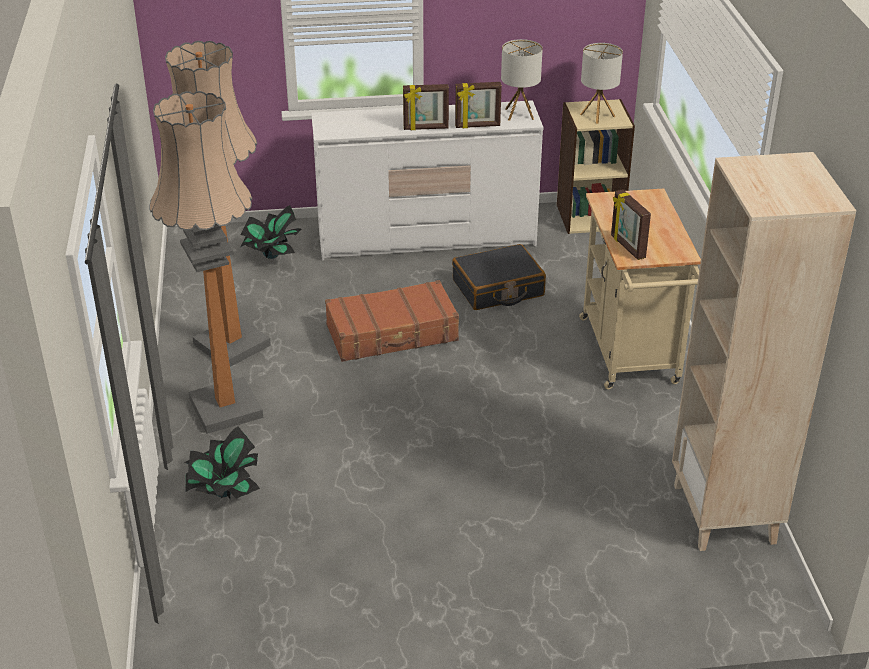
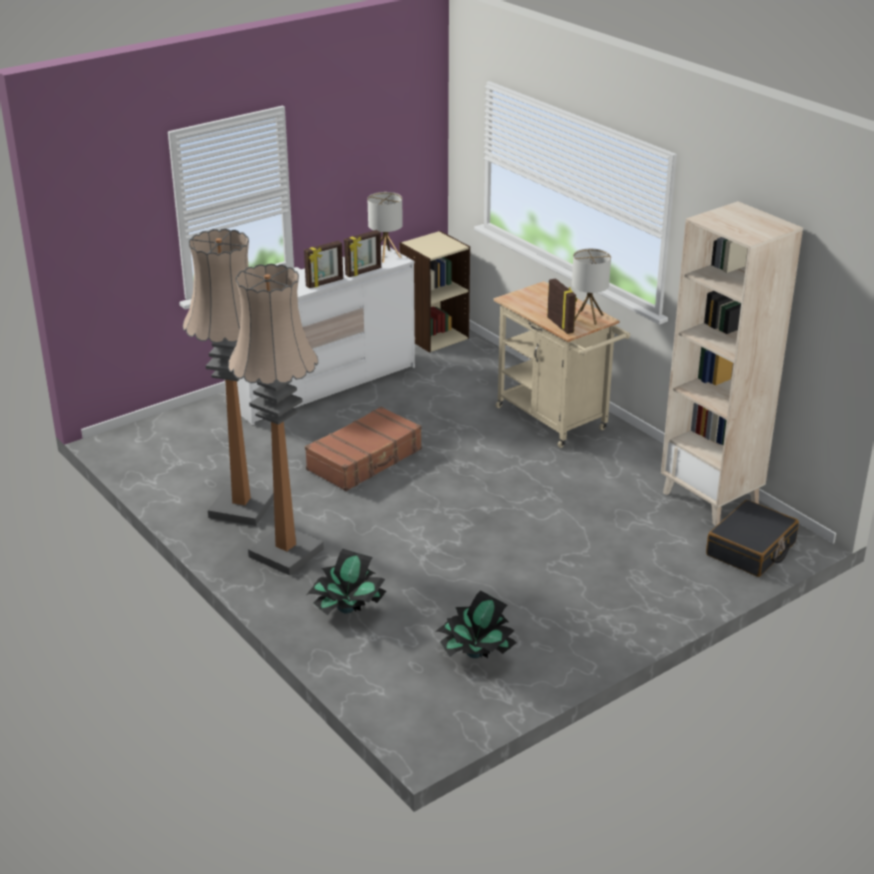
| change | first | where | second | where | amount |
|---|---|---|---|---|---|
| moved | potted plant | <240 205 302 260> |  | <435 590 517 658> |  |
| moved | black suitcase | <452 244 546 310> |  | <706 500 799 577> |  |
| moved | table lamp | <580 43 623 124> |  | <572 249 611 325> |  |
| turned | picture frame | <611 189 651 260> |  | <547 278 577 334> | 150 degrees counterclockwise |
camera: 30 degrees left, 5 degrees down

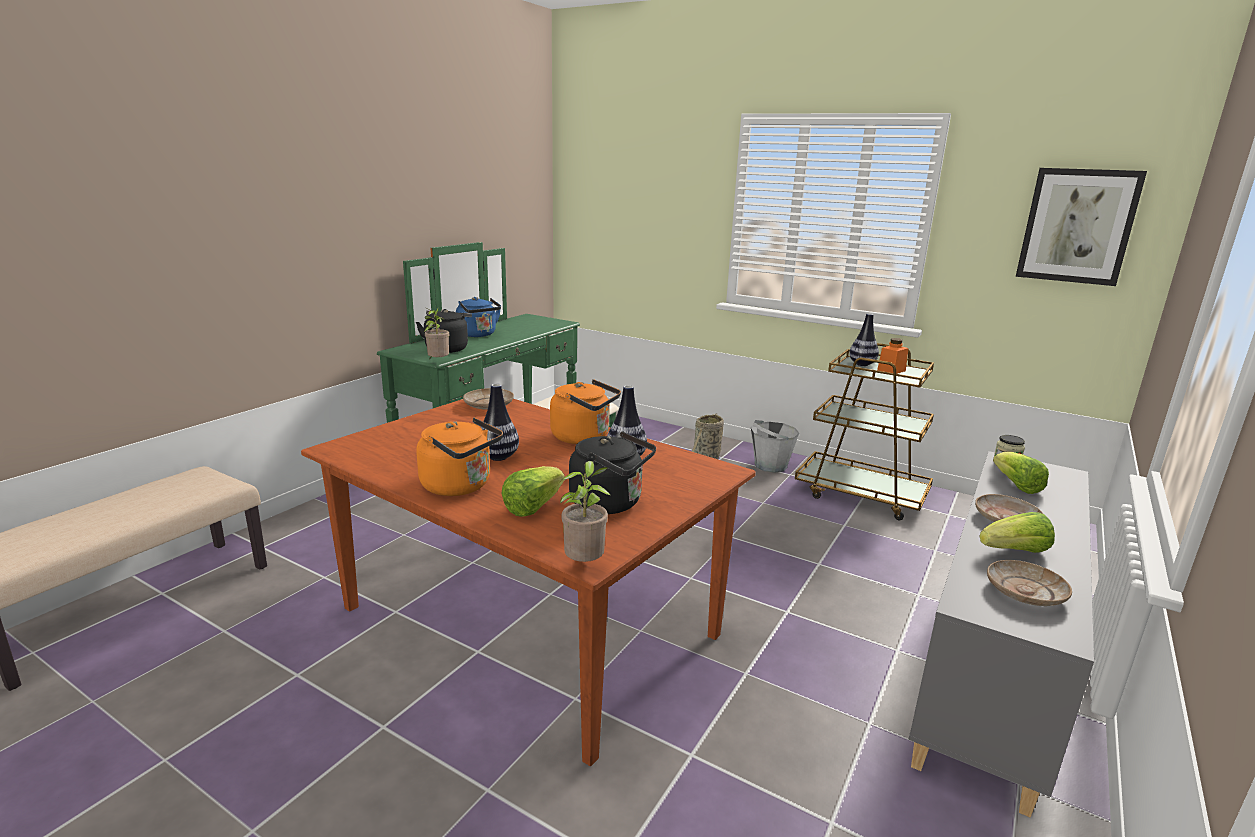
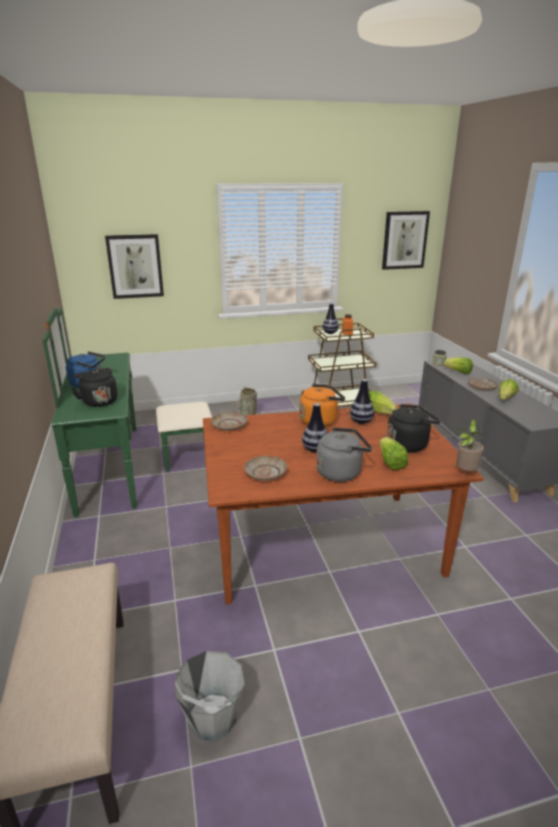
| change | first | where | second | where | amount |
|---|---|---|---|---|---|
| recoloured | orange kettle | <416 417 503 496> | grey kettle | <316 427 372 482> |  |
| removed | potted plant | <424 308 449 359> |  |  |  |
| moved | grey bucket | <751 420 799 473> |  | <175 651 245 741> |  |
| moved | beige plate | <987 560 1072 606> |  | <244 456 287 481> |  |
| added |  |  | picture | <105 234 164 299> |  |
| added |  |  | lettuce | <369 391 398 414> |  |
camera: 45 degrees left, 5 degrees up

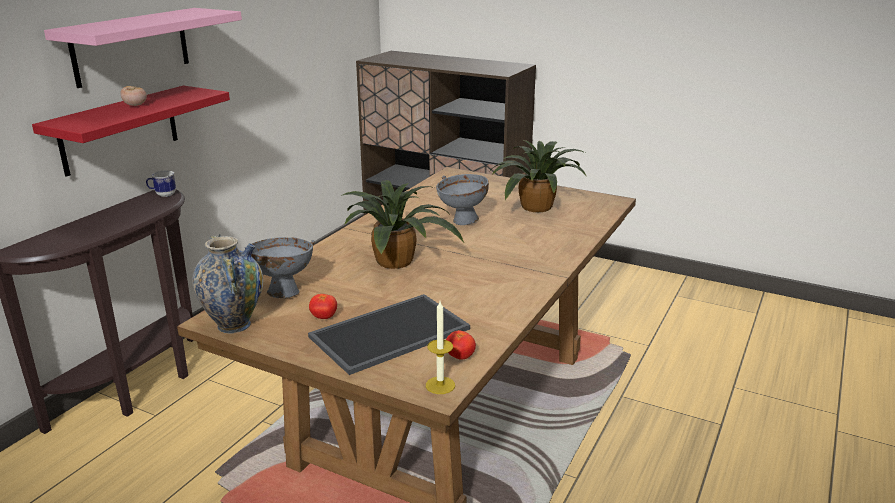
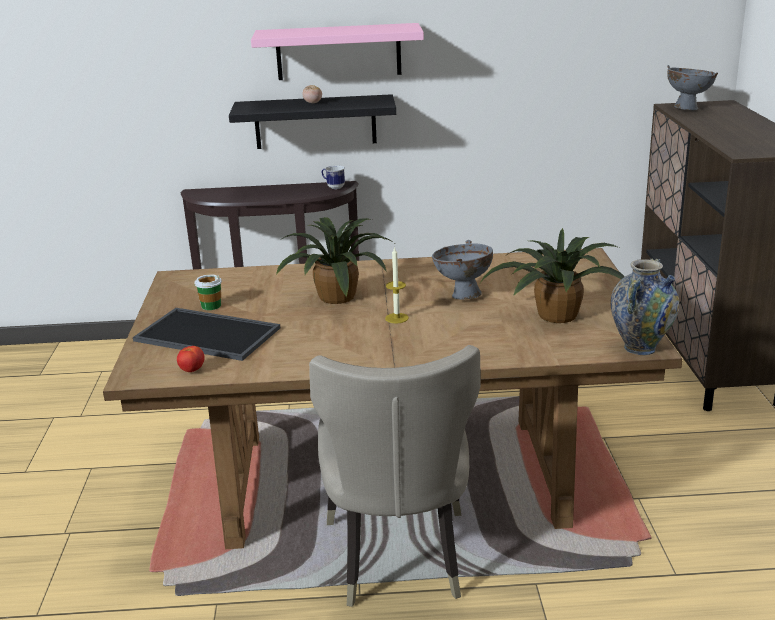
| change | first | where | second | where | amount |
|---|---|---|---|---|---|
| recoloured | red shelf | <32 86 230 177> | black shelf | <229 94 396 149> |  |
| moved | vase | <192 234 263 333> |  | <611 259 679 355> |  |
| moved | grey bowl | <245 237 315 298> |  | <667 65 718 110> |  |
| replaced | tomato | <309 294 337 319> | cup | <194 274 222 310> |  |
| moved | candle | <426 301 455 394> |  | <385 247 409 324> |  |
| added |  |  | beige chair | <309 345 481 607> |  |
camera: 60 degrees right, 0 degrees up

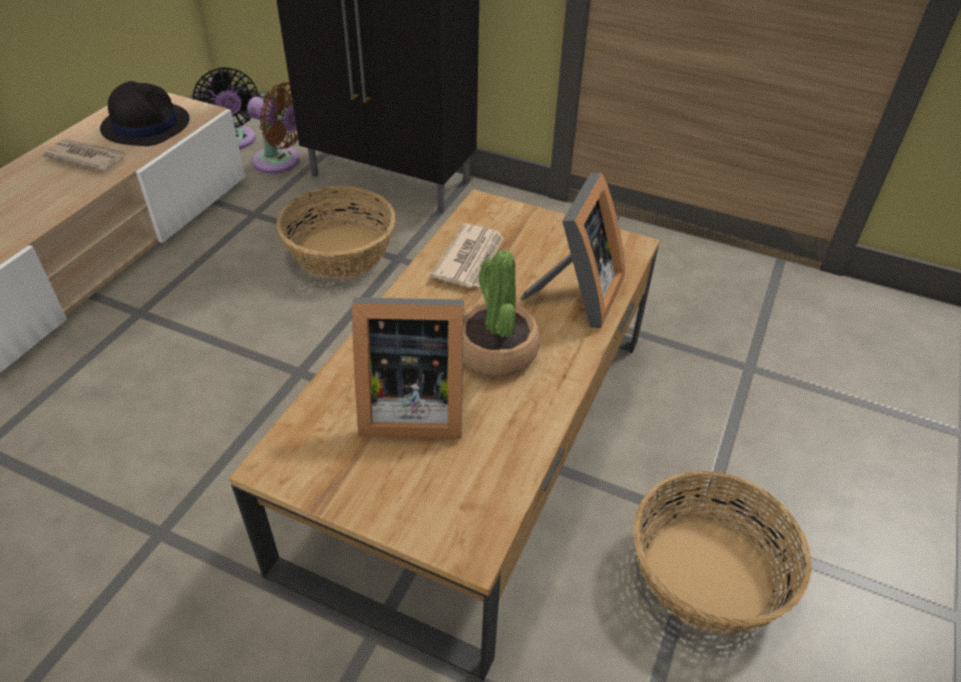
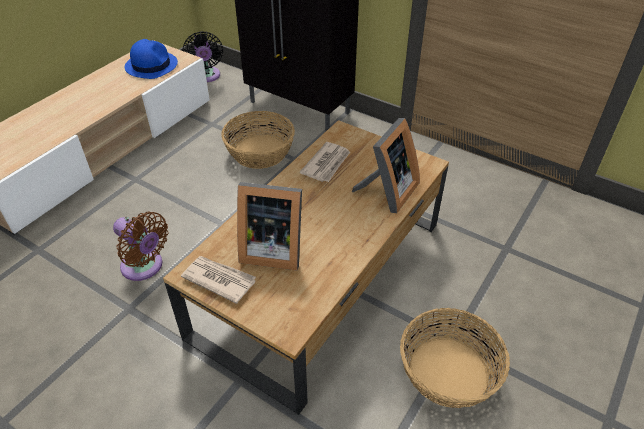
| change | first | where | second | where | amount |
|---|---|---|---|---|---|
| moved | newspaper | <42 139 126 171> |  | <181 256 256 304> |  |
| recoloured | black hat | <100 81 190 146> | blue hat | <125 39 178 79> |  |
| moved | brown fan | <247 82 299 174> |  | <113 212 169 281> |  |
| removed | potted plant | <463 250 540 377> |  |  |  |
camera: 10 degrees right, 0 degrees up

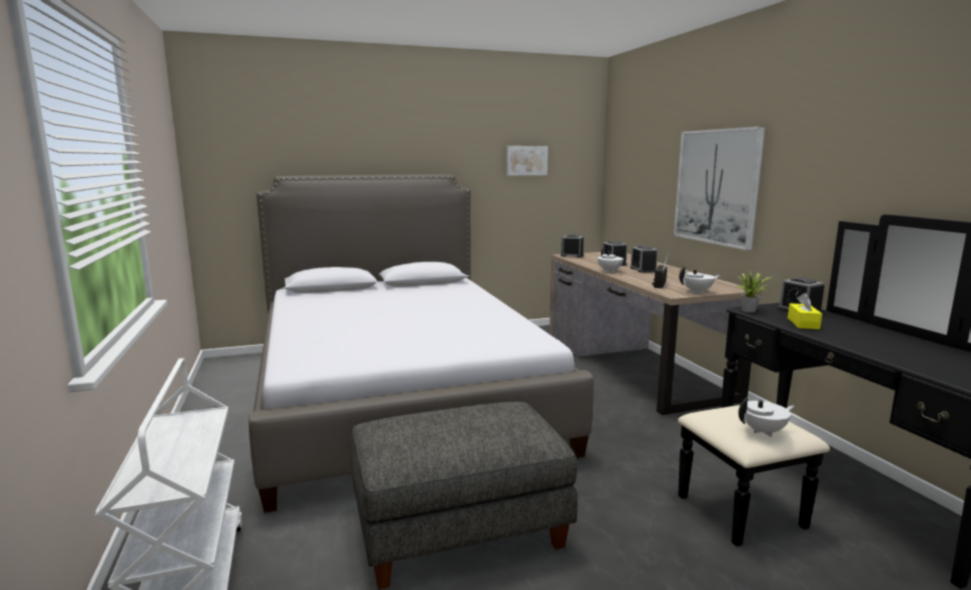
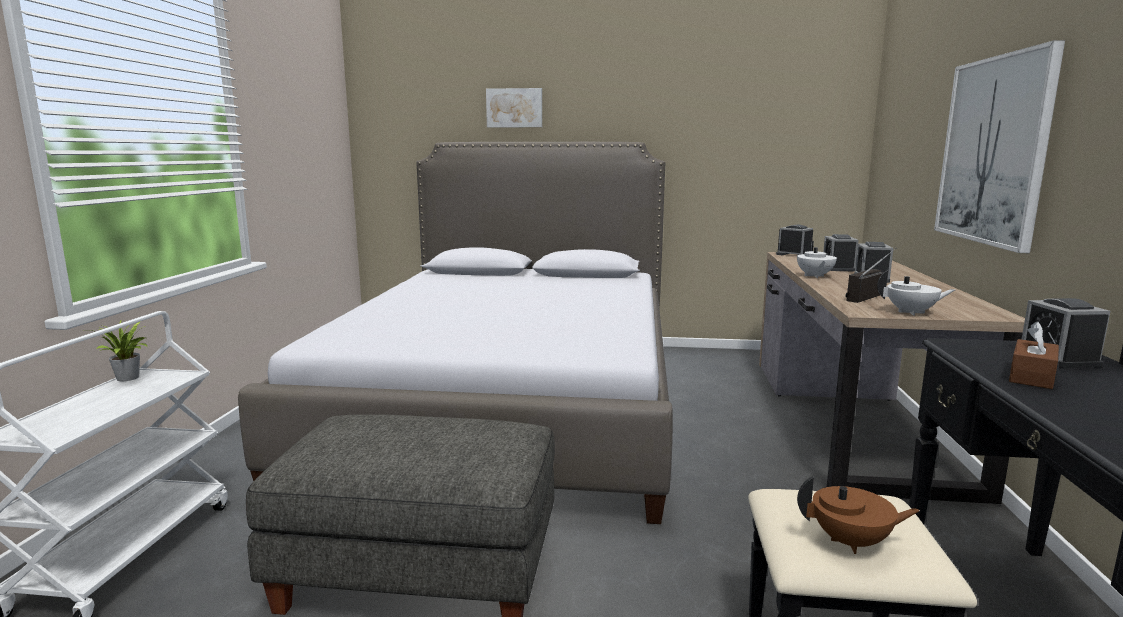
| change | first | where | second | where | amount |
|---|---|---|---|---|---|
| moved | picture | <506 146 548 176> |  | <486 88 542 128> |  |
| moved | potted plant | <736 271 770 312> |  | <82 319 147 381> |  |
| recoloured | white teapot | <738 397 794 437> | brown teapot | <797 476 920 554> |  |
| recoloured | yellow tissue box | <788 293 822 329> | brown tissue box | <1009 321 1059 389> |  |
camera: 25 degrees right, 0 degrees up

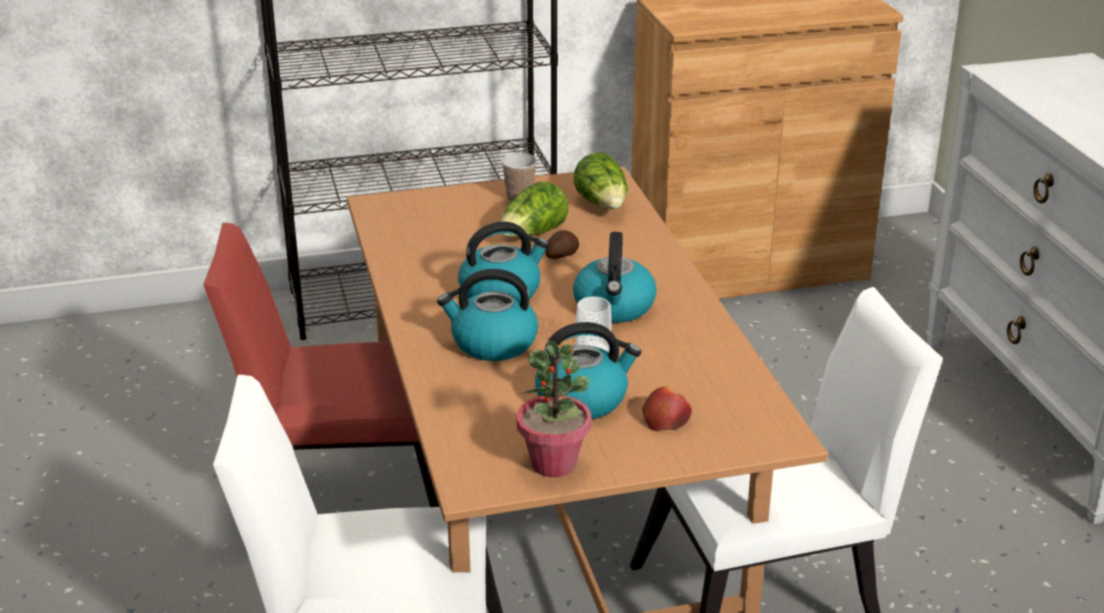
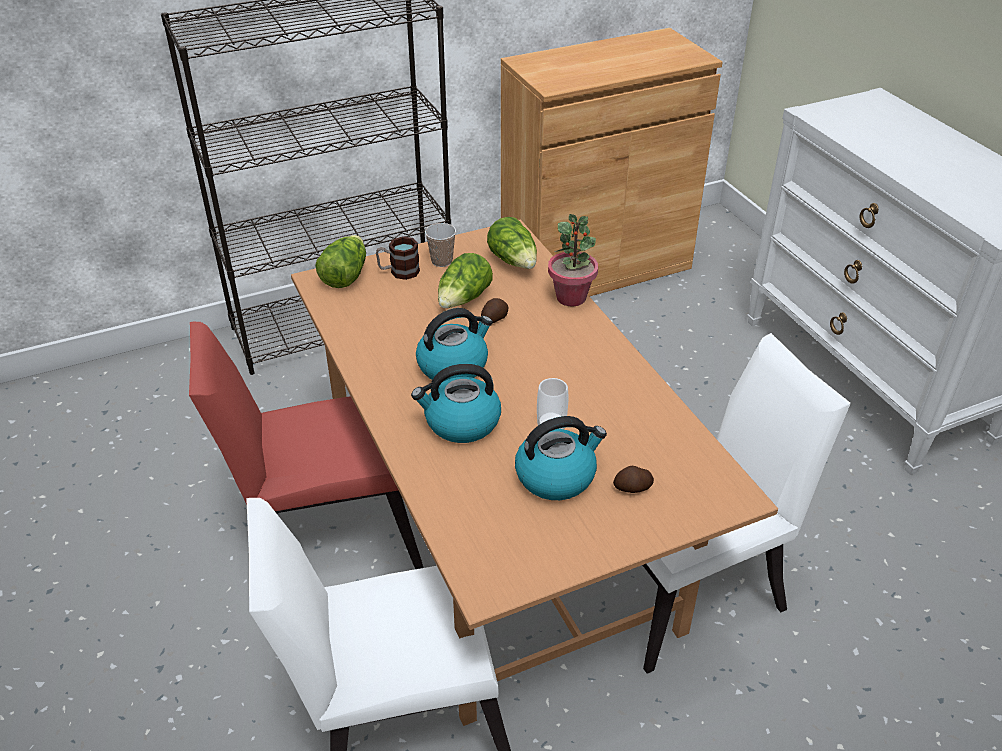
| change | first | where | second | where | amount |
|---|---|---|---|---|---|
| moved | potted plant | <516 340 592 478> |  | <548 214 598 307> |  |
| removed | kettle | <573 232 657 323> |  |  |  |
| replaced | apple | <642 386 692 431> | potato | <613 466 654 493> |  |
| added |  |  | lettuce | <315 235 366 288> |  |
| added |  |  | mug | <376 236 420 280> |  |
camera: 10 degrees left, 10 degrees up

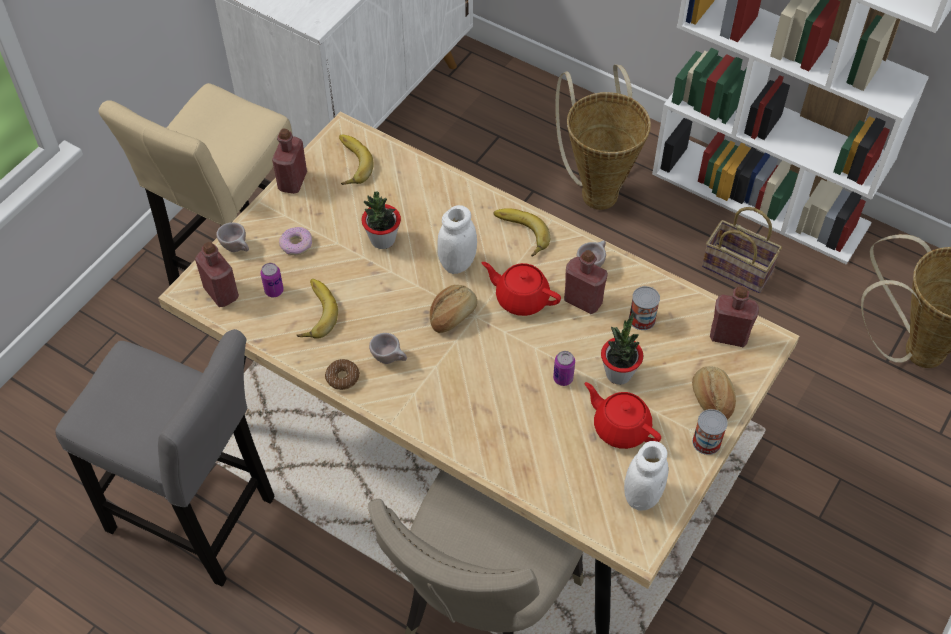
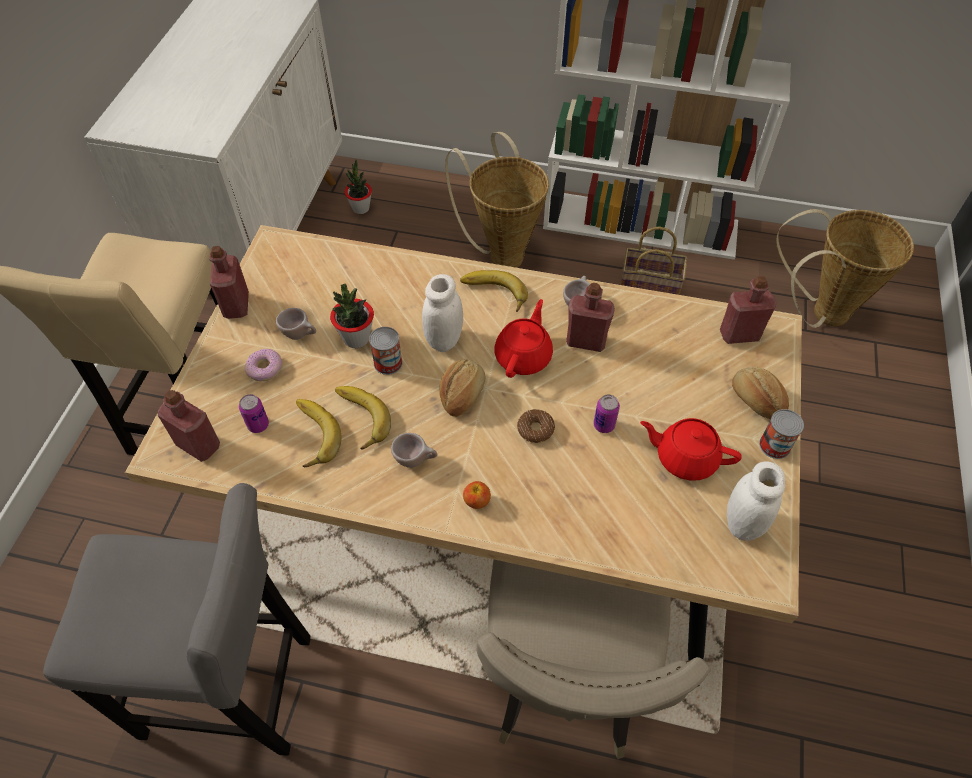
| change | first | where | second | where | amount |
|---|---|---|---|---|---|
| moved | beige cup | <216 222 249 252> |  | <276 308 316 340> |  |
| moved | donut | <325 359 360 390> |  | <517 409 555 443> |  |
| moved | banana | <339 135 374 185> |  | <335 386 391 449> |  |
| turned | red teapot | <481 262 561 316> |  | <494 299 553 378> | 105 degrees clockwise |
| moved | potted plant | <601 313 643 385> |  | <344 159 372 214> |  |
| moved | can | <629 286 660 330> |  | <369 327 403 375> |  |
| added |  |  | apple | <463 481 491 509> |  |
camera: 20 degrees left, 0 degrees up

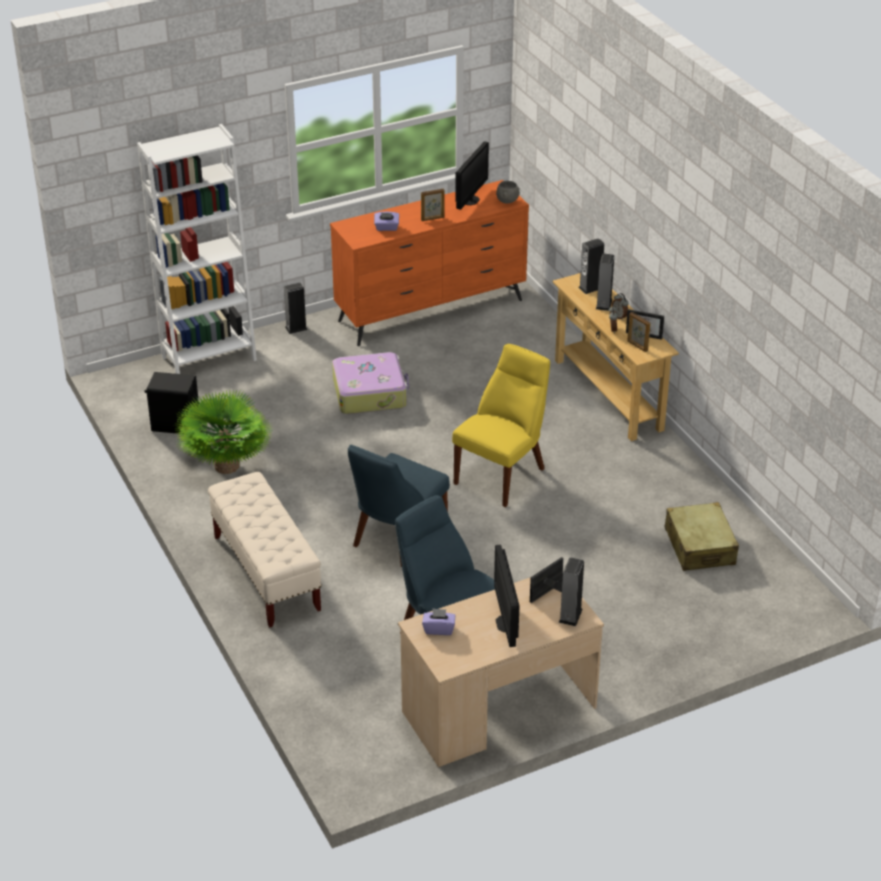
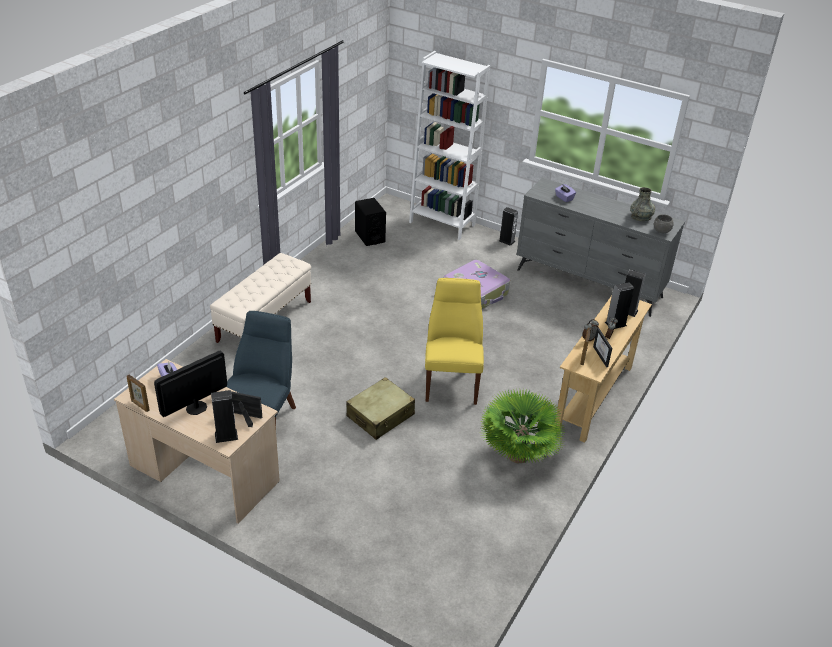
| change | first | where | second | where | amount |
|---|---|---|---|---|---|
| moved | potted plant | <174 389 273 474> |  | <480 388 565 464> |  |
| recoloured | orange dresser | <330 180 529 346> | grey dresser | <517 178 685 317> |  |
| removed | blue chair | <348 445 450 567> |  |  |  |
| moved | picture frame | <421 189 445 221> |  | <127 374 150 412> |  |
| turned | yellow chair | <452 344 550 507> |  | <425 278 484 405> | 90 degrees counterclockwise |
| replaced | monitor | <455 141 489 210> | grey vase | <630 187 655 221> |  |
| moved | beige suitcase | <665 502 739 571> |  | <346 377 415 440> |  |
camera: 55 degrees right, 0 degrees up

